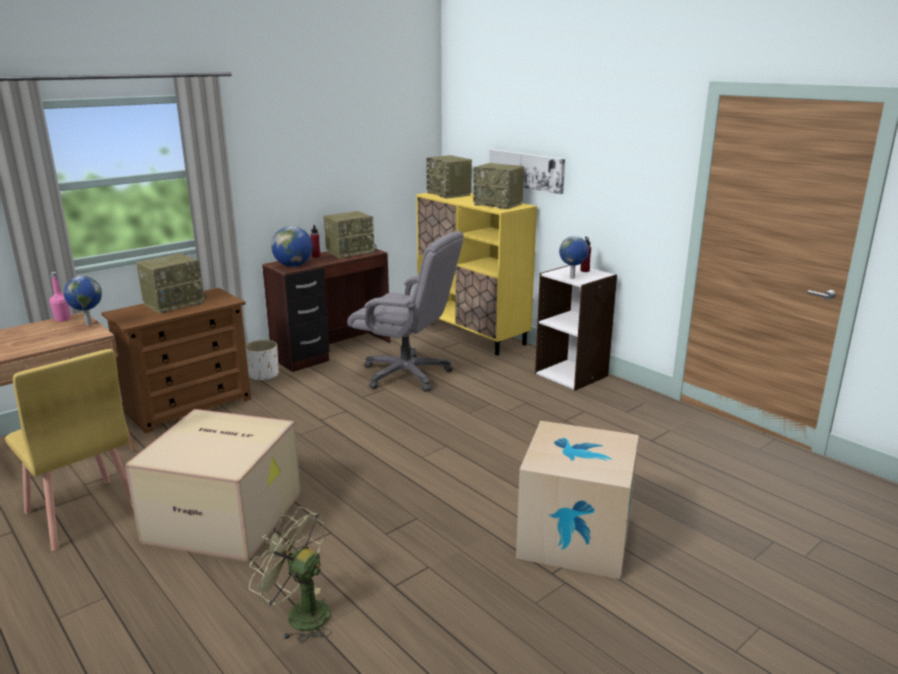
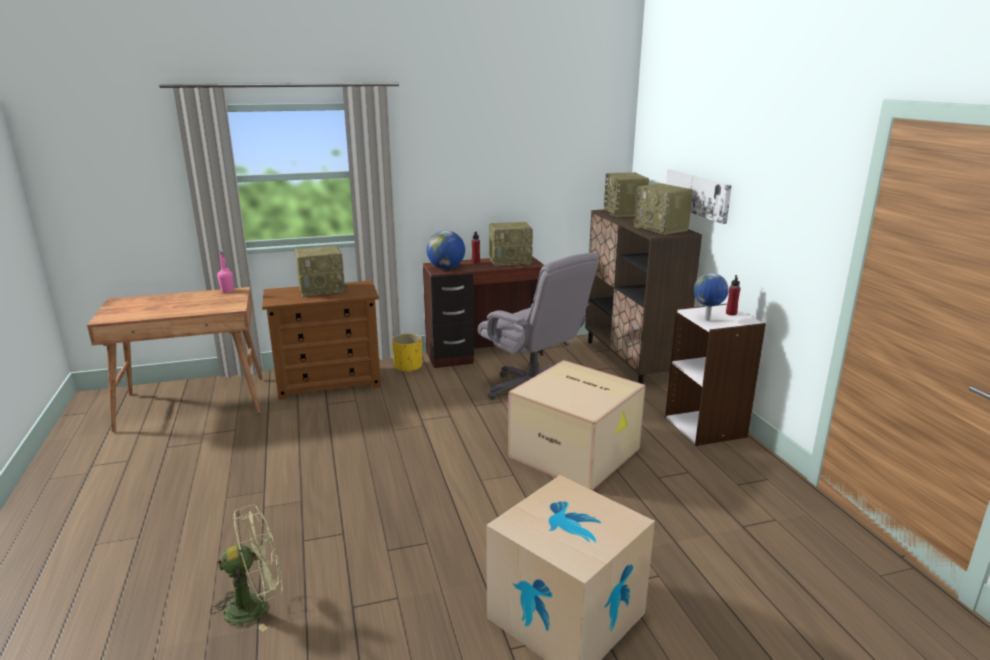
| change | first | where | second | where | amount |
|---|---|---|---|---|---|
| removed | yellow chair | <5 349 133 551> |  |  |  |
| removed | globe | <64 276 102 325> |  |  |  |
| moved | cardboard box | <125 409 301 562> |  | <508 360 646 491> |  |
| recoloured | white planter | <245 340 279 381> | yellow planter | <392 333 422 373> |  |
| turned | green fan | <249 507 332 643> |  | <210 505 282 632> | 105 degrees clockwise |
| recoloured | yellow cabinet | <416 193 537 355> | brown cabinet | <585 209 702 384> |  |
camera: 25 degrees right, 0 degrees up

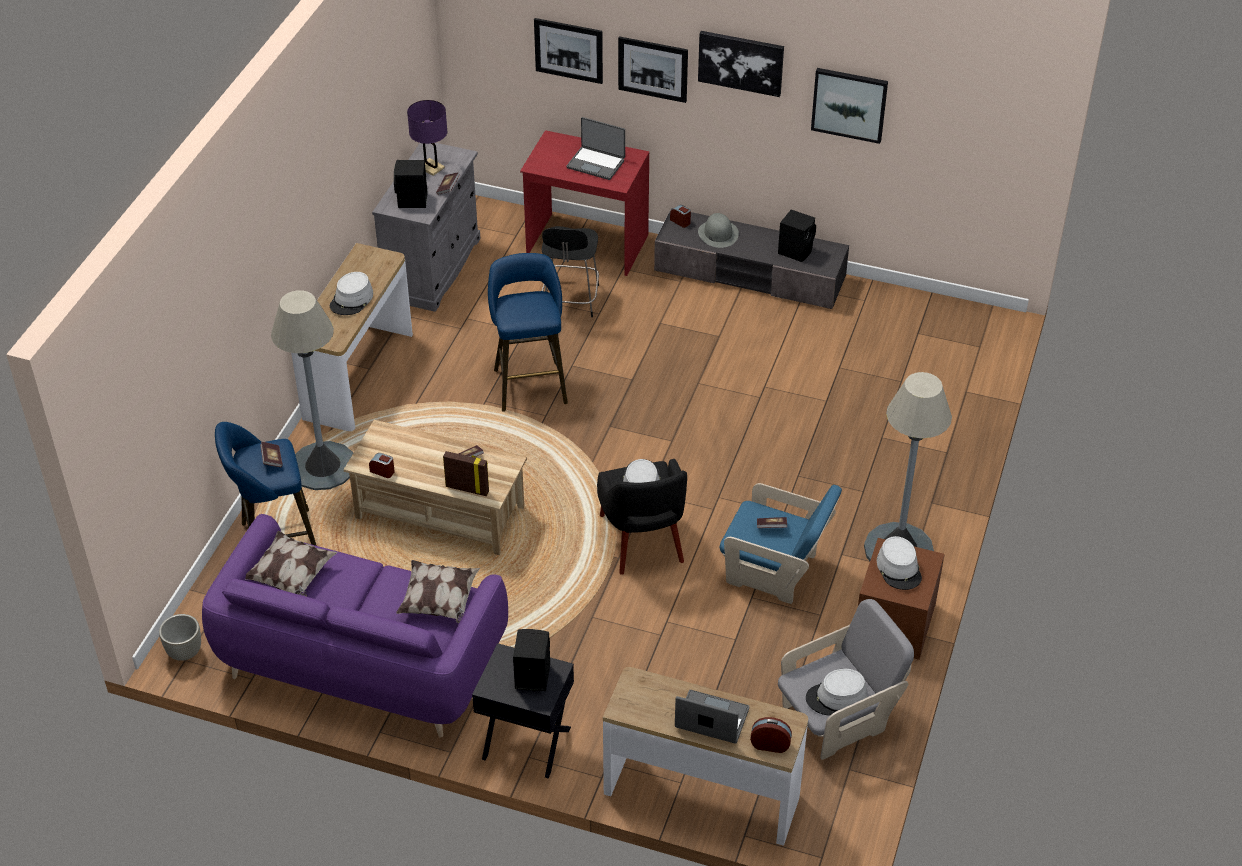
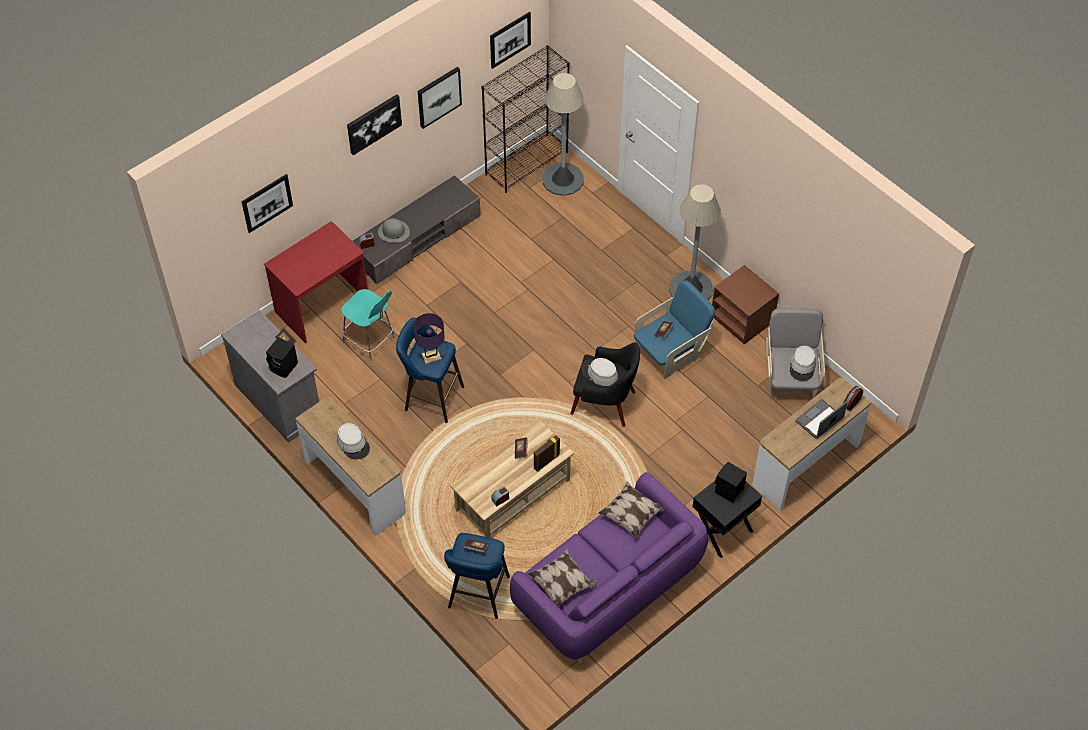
| change | first | where | second | where | amount |
|---|---|---|---|---|---|
| removed | grey planter | <159 614 201 661> |  |  |  |
| moved | grey floor lamp | <271 290 353 490> |  | <542 73 584 196> |  |
| moved | purple table lamp | <407 100 447 176> |  | <414 313 445 364> |  |
| recoloured | black chair | <542 226 599 317> | turquoise chair | <341 289 395 361> |  |
| removed | laptop | <566 117 625 180> |  |  |  |
| moved | picture | <618 36 688 103> |  | <490 12 531 69> |  |
| removed | black speaker | <778 210 816 262> |  |  |  |
| removed | grey hat | <877 536 922 590> |  |  |  |
| added |  |  | black bookcase | <482 45 570 193> |  |
camera: 60 degrees left, 10 degrees up

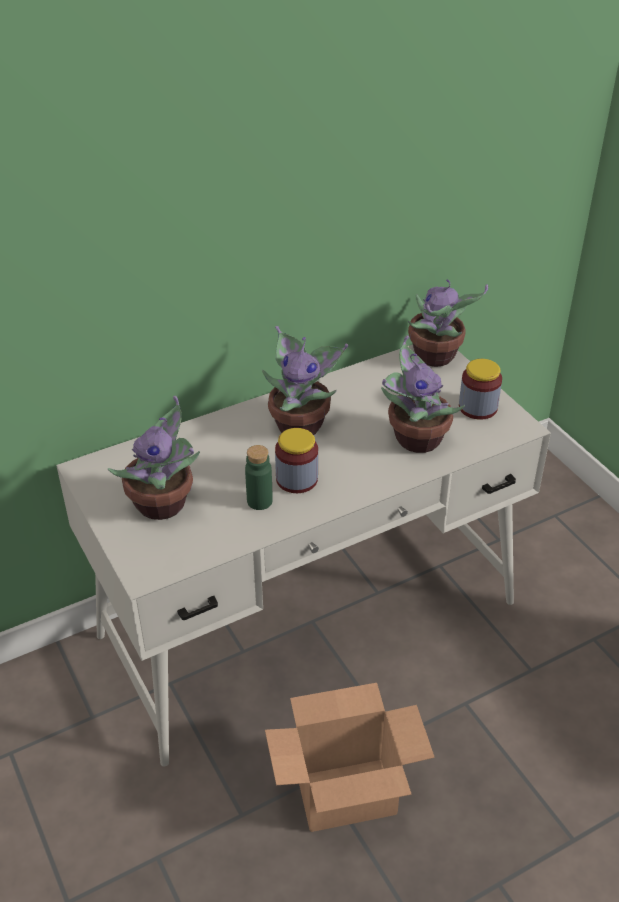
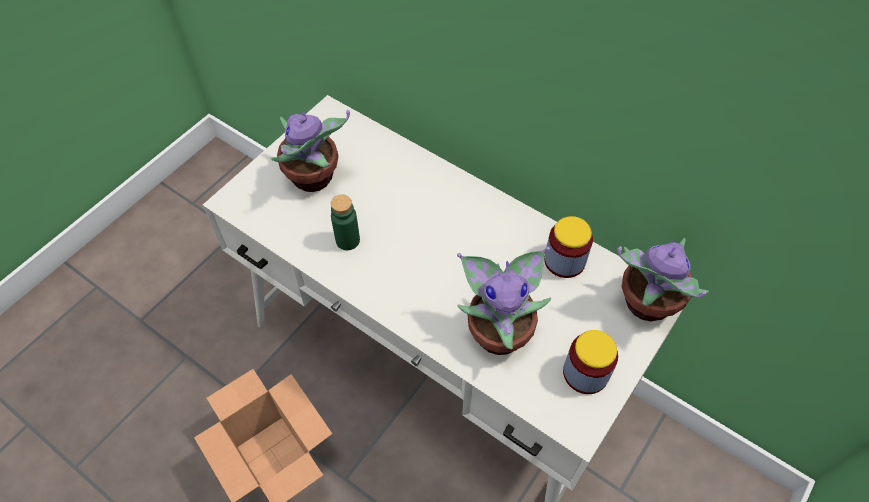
| change | first | where | second | where | amount |
|---|---|---|---|---|---|
| removed | potted plant | <262 326 348 435> |  |  |  |
| moved | jar | <275 428 318 493> |  | <544 216 593 278> |  |
camera: 65 degrees right, 15 degrees up

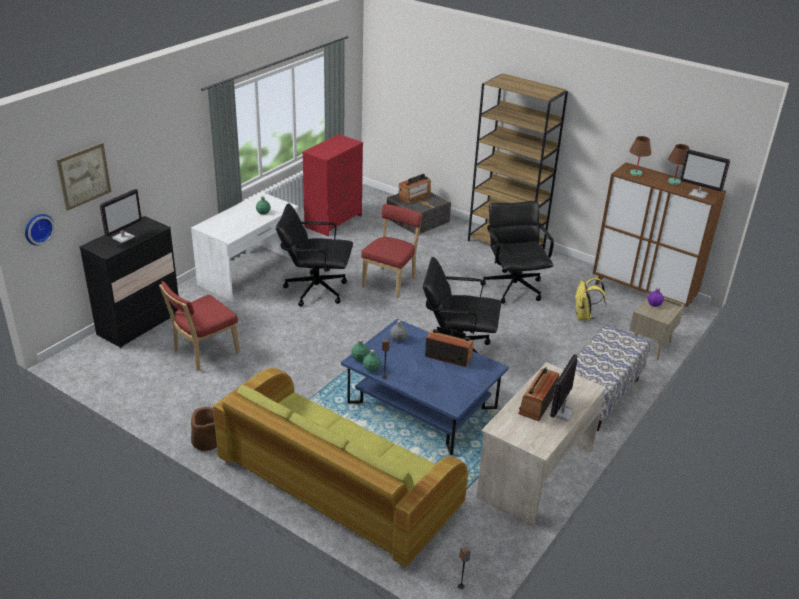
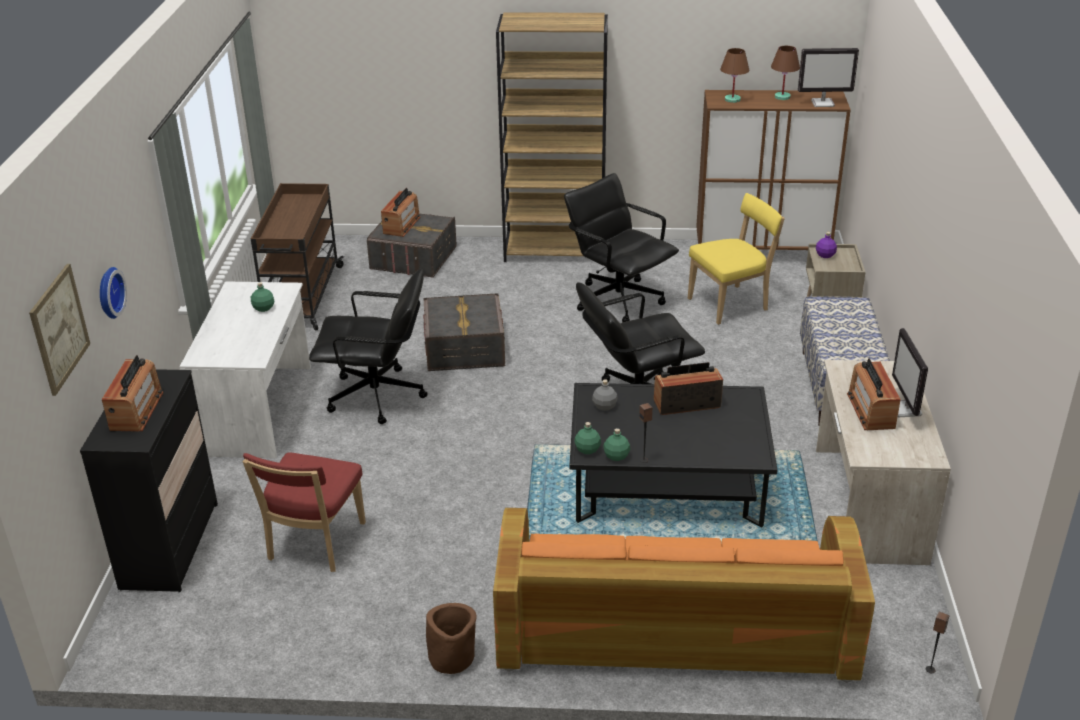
| change | first | where | second | where | amount |
|---|---|---|---|---|---|
| moved | wall clock | <25 214 55 246> |  | <100 267 127 319> |  |
| replaced | monitor | <100 189 142 243> | radio | <102 355 163 432> |  |
| recoloured | green sofa | <213 368 468 567> | orange sofa | <493 508 875 683> |  |
| turned | black office chair | <276 203 353 306> |  | <309 269 427 424> | 150 degrees counterclockwise |
| replaced | red dresser | <302 134 363 236> | brown cart | <251 183 344 331> |  |
| recoloured | blue coffee table | <341 319 509 455> | black coffee table | <570 383 777 528> |  |
| replaced | red chair | <361 204 422 298> | grey storage box | <423 293 505 371> |  |
| replaced | yellow backpack | <575 278 607 321> | yellow chair | <688 193 785 325> |  |
camera: 30 degrees left, 0 degrees up

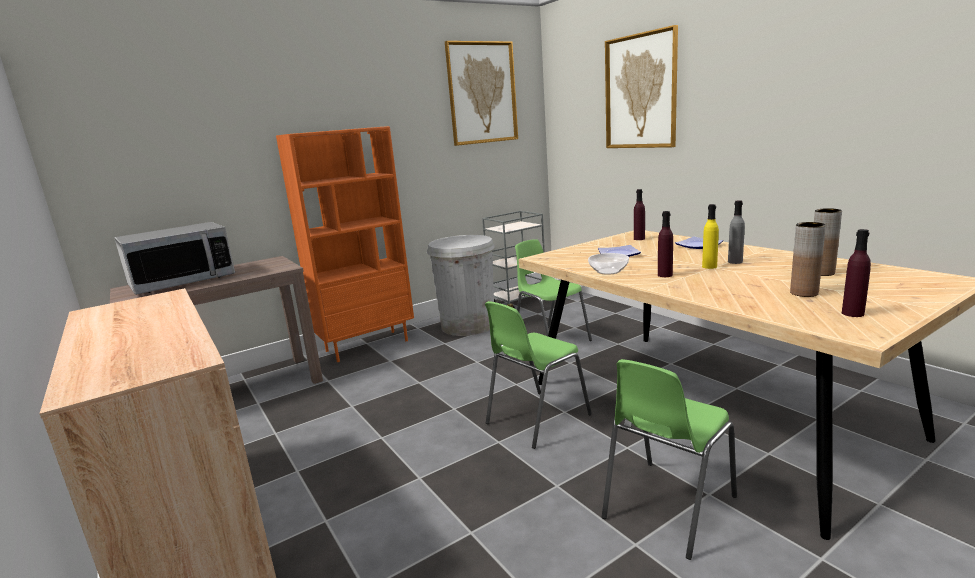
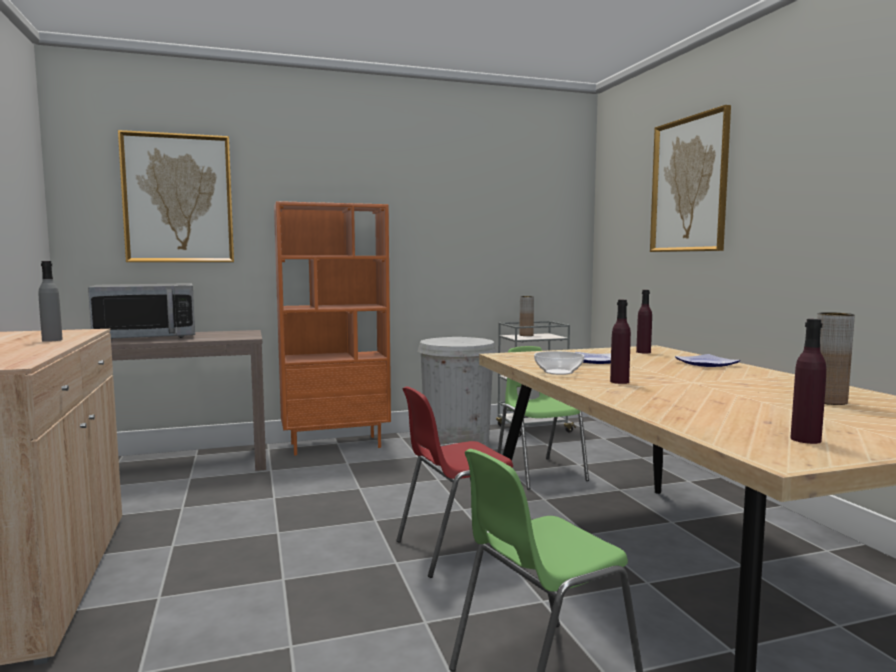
| change | first | where | second | where | amount |
|---|---|---|---|---|---|
| moved | picture | <445 41 518 146> |  | <118 130 234 262> |  |
| recoloured | green chair | <485 301 592 449> | red chair | <396 387 513 578> |  |
| removed | yellow bottle | <702 204 719 269> |  |  |  |
| moved | grey bottle | <728 200 745 264> |  | <38 261 63 342> |  |
| moved | brown vase | <790 222 826 297> |  | <519 296 534 336> |  |
camera: 15 degrees right, 10 degrees down

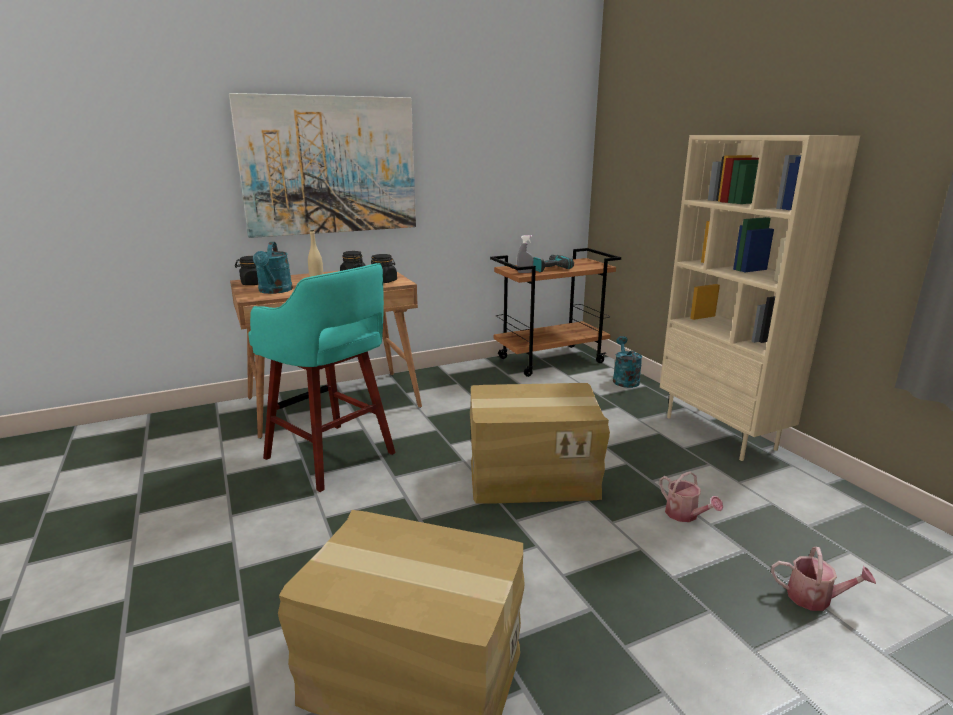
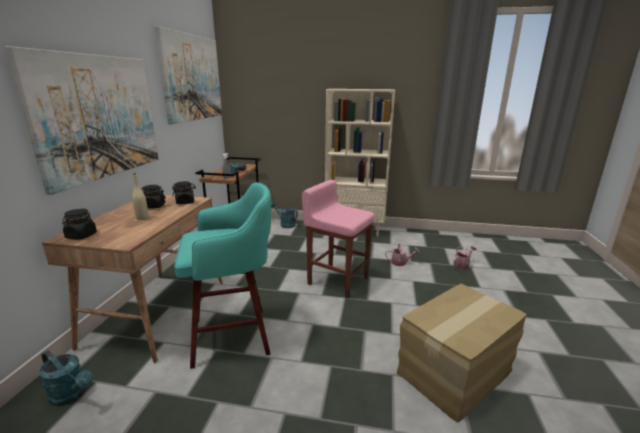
| change | first | where | second | where | amount |
|---|---|---|---|---|---|
| moved | turquoise watering can | <253 242 293 294> |  | <39 351 93 406> |  |
| replaced | cardboard box | <470 383 610 504> | pink stool | <302 180 375 298> |  |
| added |  |  | picture | <154 26 222 124> |  |
camera: 55 degrees left, 0 degrees up

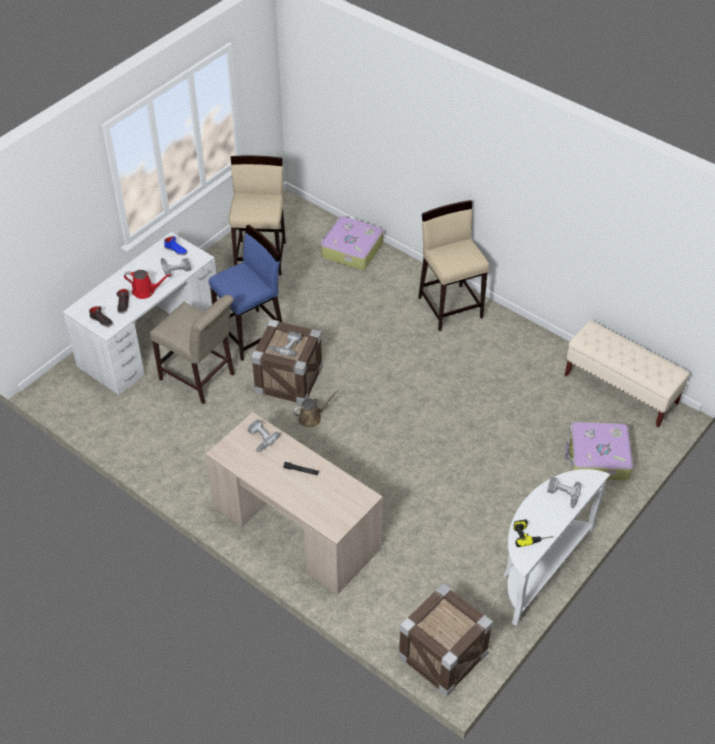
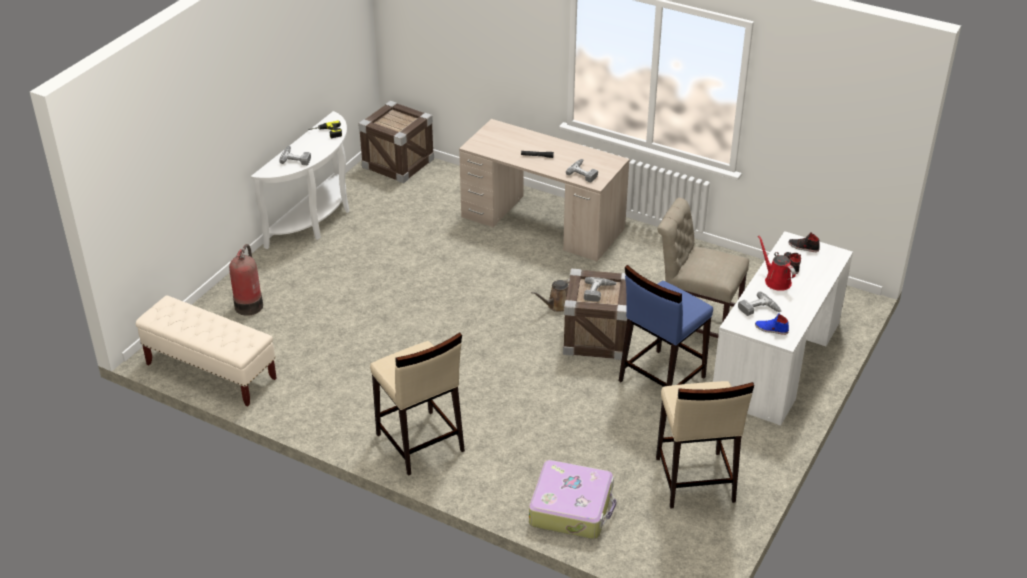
| change | first | where | second | where | amount |
|---|---|---|---|---|---|
| turned | red watering can | <124 270 171 299> |  | <758 235 796 291> | 60 degrees clockwise |
| replaced | suitcase | <565 422 633 480> | fire extinguisher | <229 244 263 316> |  |
camera: 170 degrees right, 10 degrees down

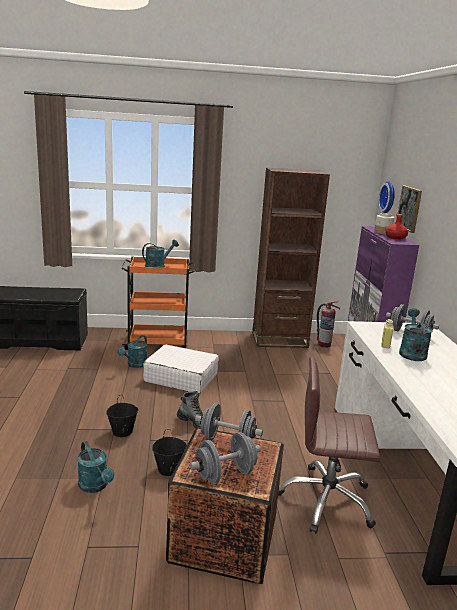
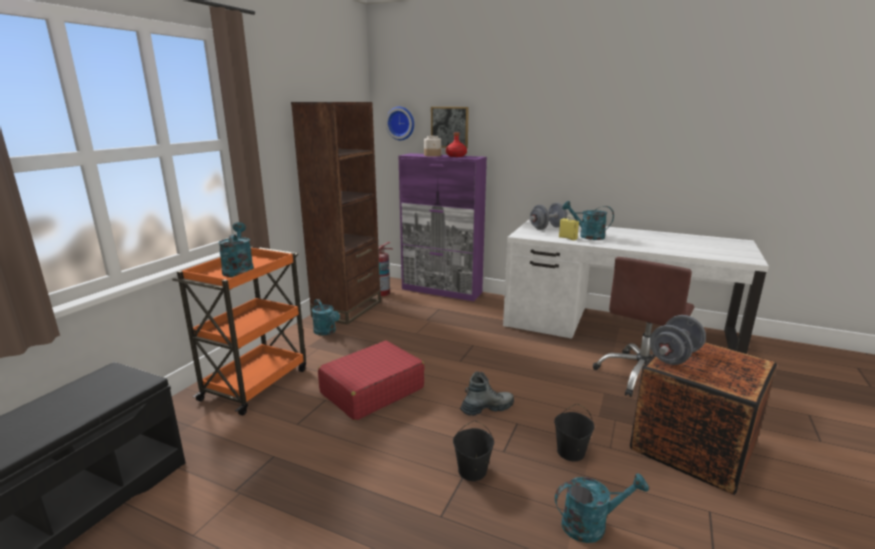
| change | first | where | second | where | amount |
|---|---|---|---|---|---|
| moved | turquoise watering can | <117 335 147 368> |  | <312 299 340 335> |  |
| recoloured | white suitcase | <143 345 219 393> | red suitcase | <318 341 425 421> |  |
| removed | grey dumbbell | <190 432 261 483> |  |  |  |
camera: 60 degrees left, 0 degrees up

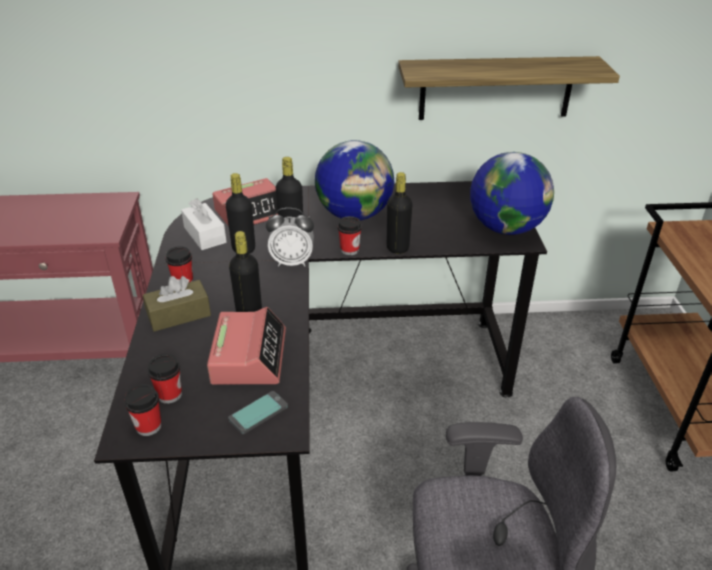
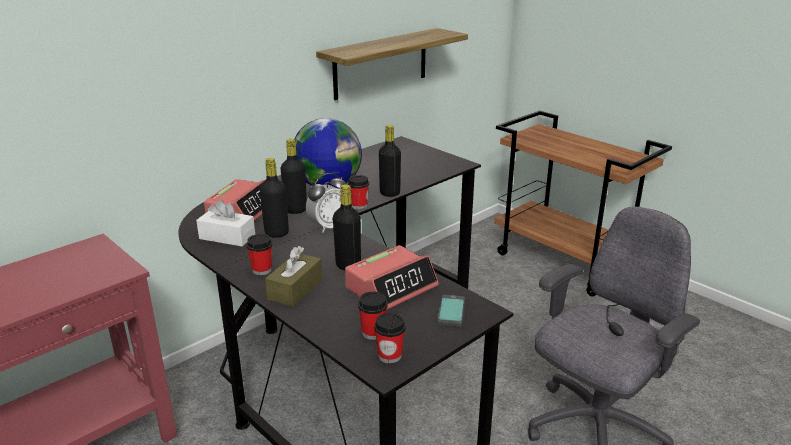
| change | first | where | second | where | amount |
|---|---|---|---|---|---|
| turned | alarm clock | <207 307 286 384> |  | <345 245 439 310> | 90 degrees clockwise |
| removed | globe | <470 152 554 235> |  |  |  |
camera: 40 degrees left, 10 degrees down

